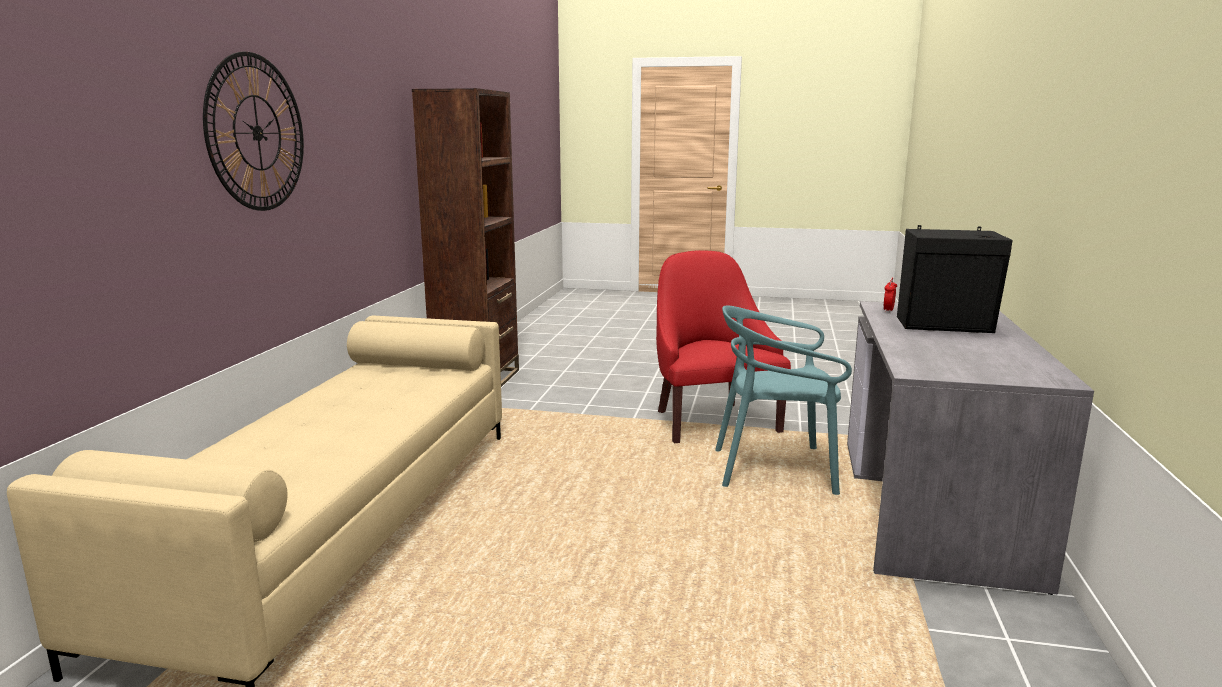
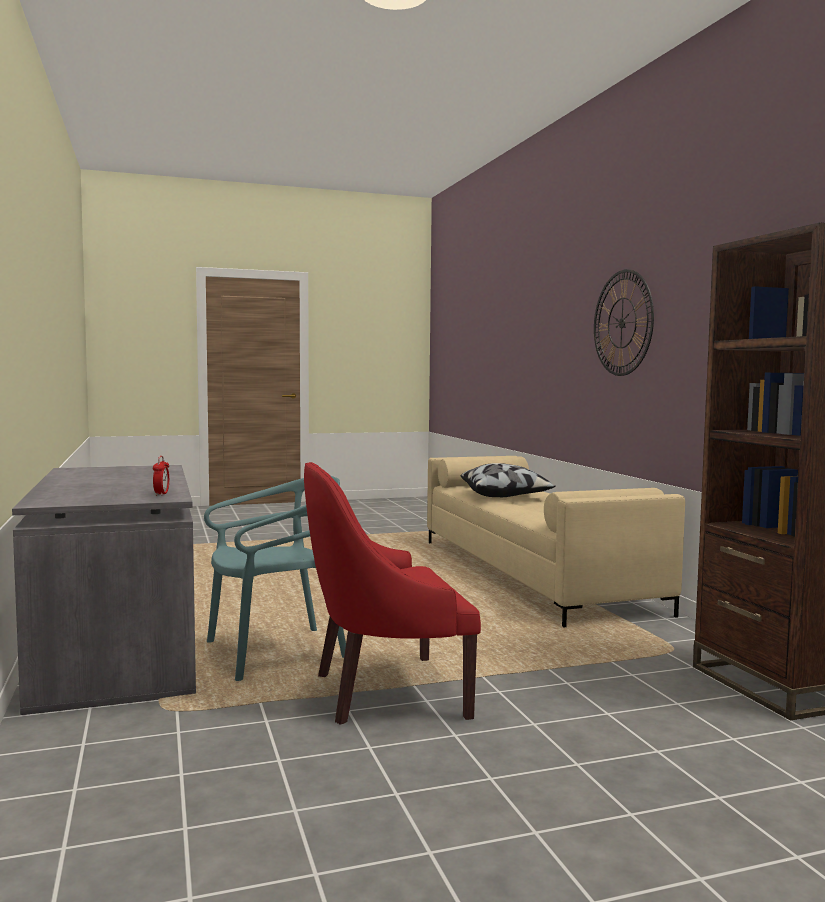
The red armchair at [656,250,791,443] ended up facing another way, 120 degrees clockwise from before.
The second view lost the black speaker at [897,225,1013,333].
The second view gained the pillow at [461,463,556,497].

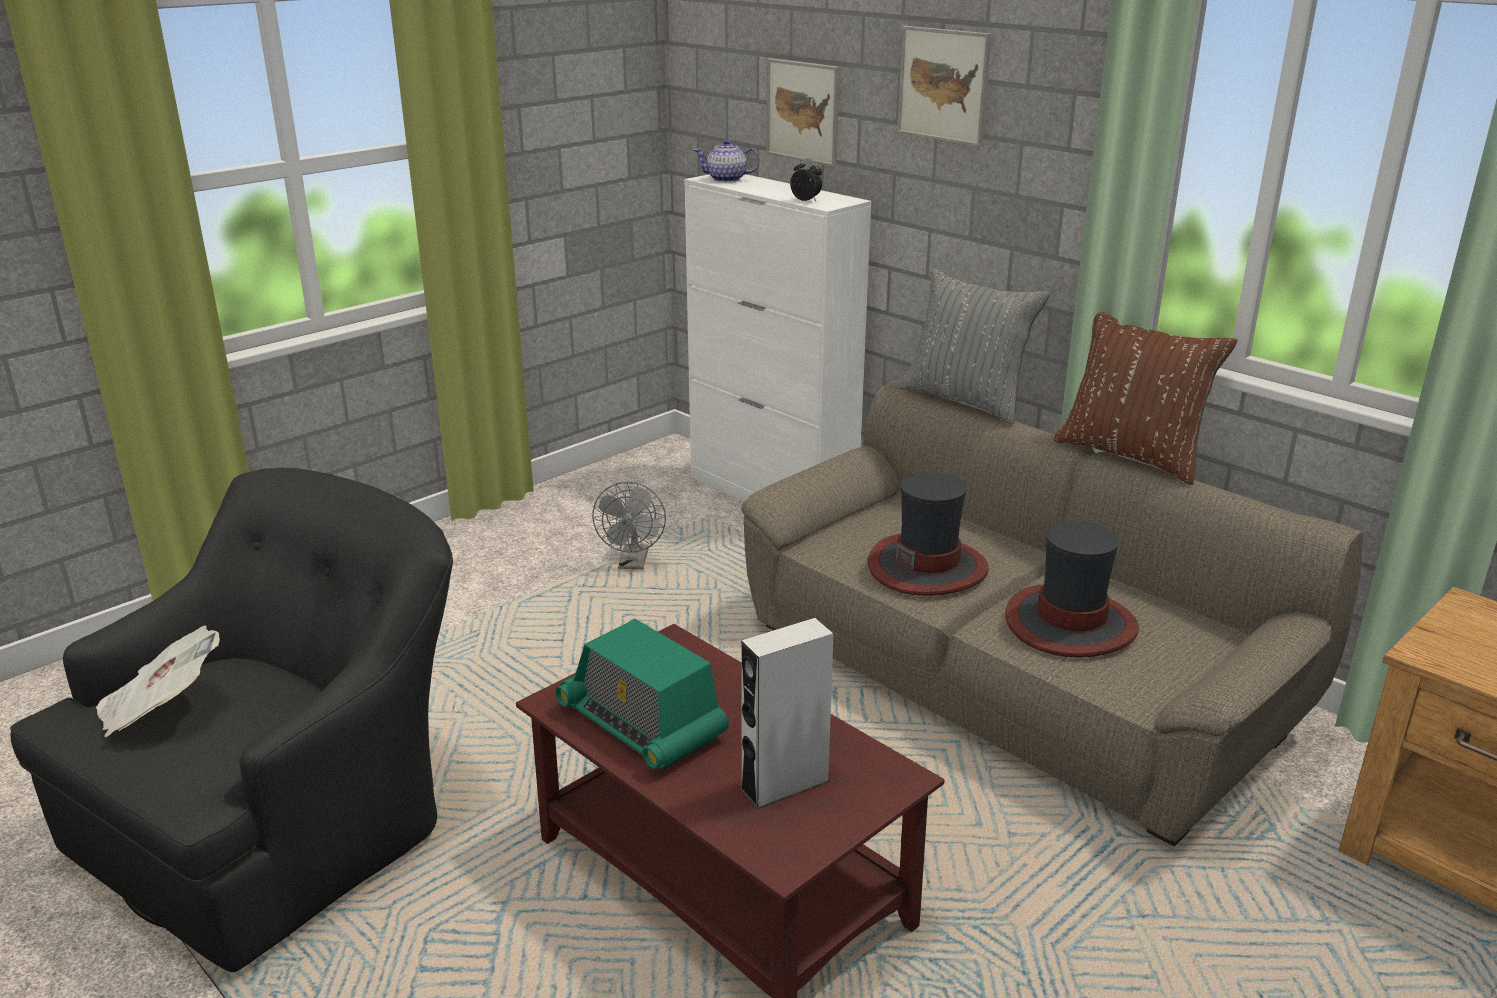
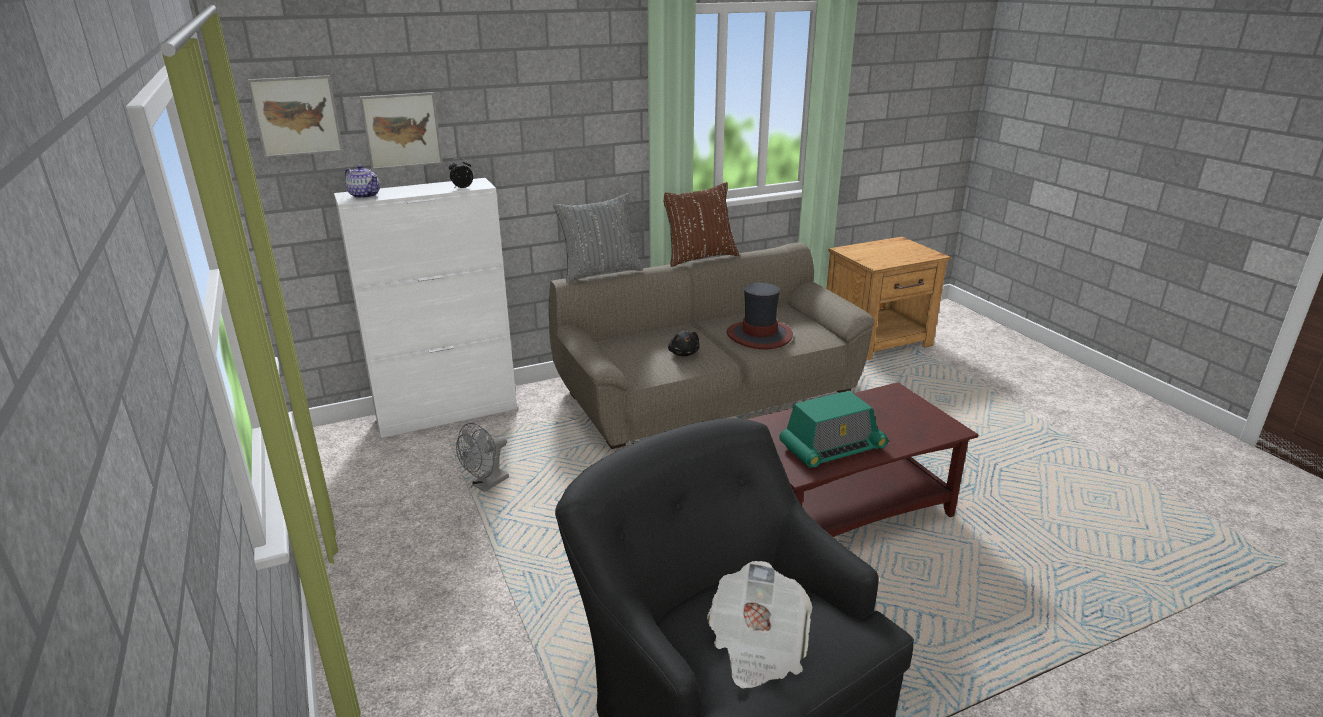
The grey fan at [592,482,666,569] ended up facing another way, 105 degrees clockwise from before.
The teapot at [694,140,760,182] ended up facing another way, 75 degrees counterclockwise from before.
The second view lost the grey speaker at [740,618,834,809].
Where the hat stood at [868,472,989,596], the black plush toy came to stand at [668,331,700,357].
The picture ended up elsewhere, having gone from [897,26,991,146] to [247,75,343,158].

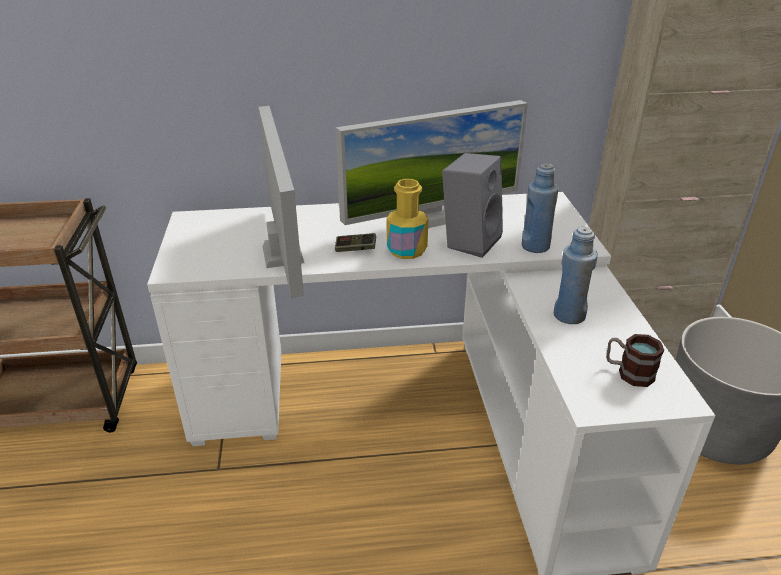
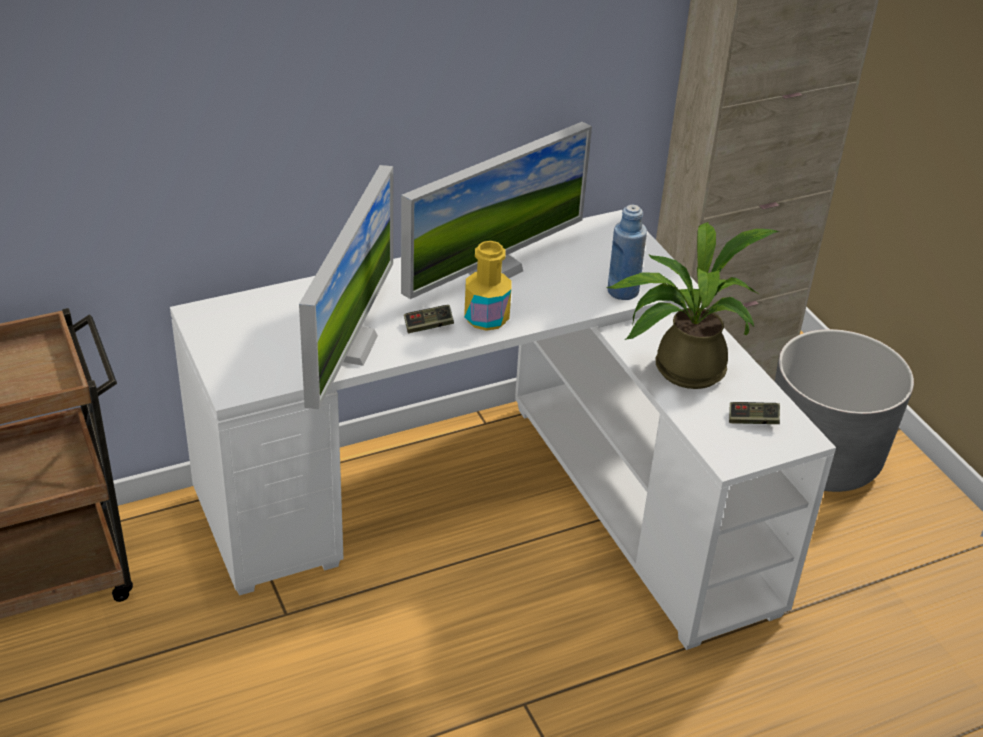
The monitor at [258,106,304,299] ended up facing another way, 45 degrees clockwise from before.
The second view lost the grey speaker at [442,153,503,258].
Where the blue bottle stood at [554,227,598,324], the potted plant came to stand at [605,222,779,389].
Where the mug stood at [606,334,664,387], the game controller came to stand at [729,402,780,424].

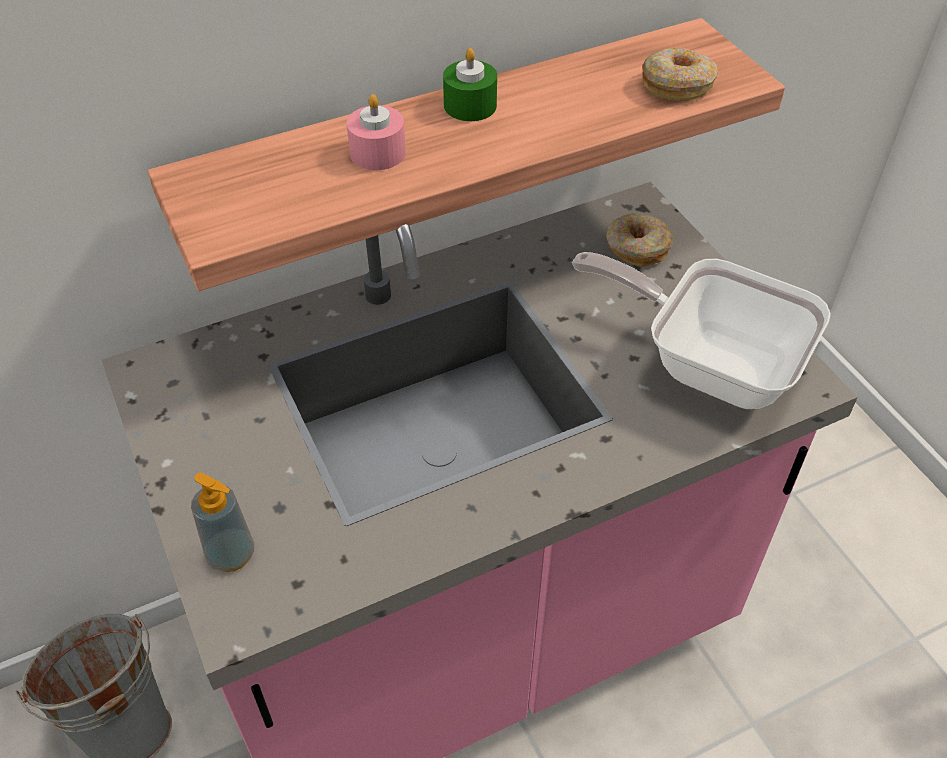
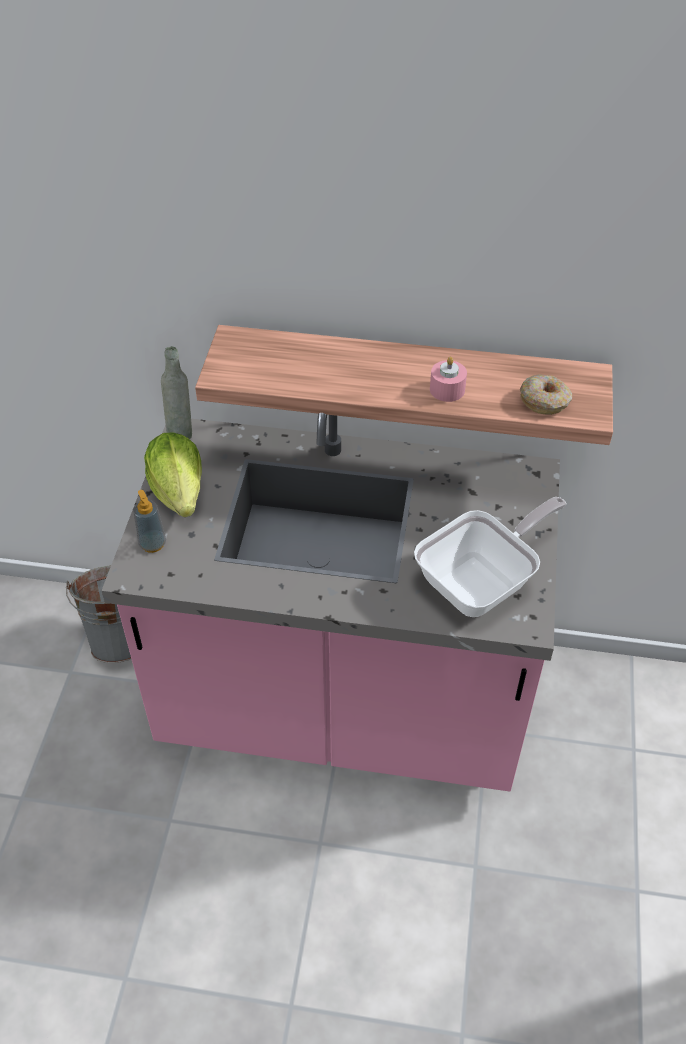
The pink candle ended up elsewhere, having gone from [347,94,406,170] to [430,357,467,402].
The second view lost the green candle at [443,48,497,121].
The frying pan at [572,252,831,409] ended up facing another way, 75 degrees clockwise from before.
The second view lost the donut at [606,213,674,267].
The second view gained the lettuce at [144,433,202,517].
The second view gained the grey bottle at [161,346,192,439].

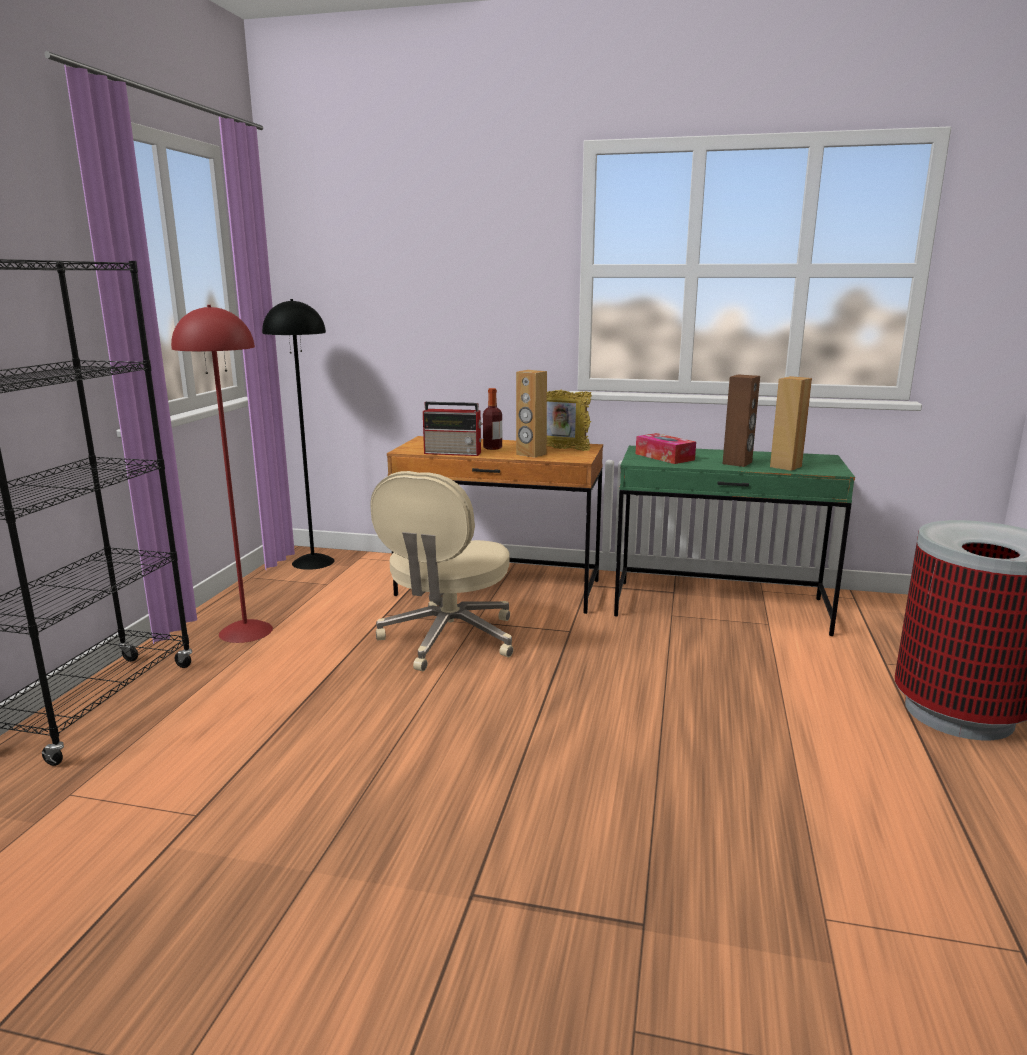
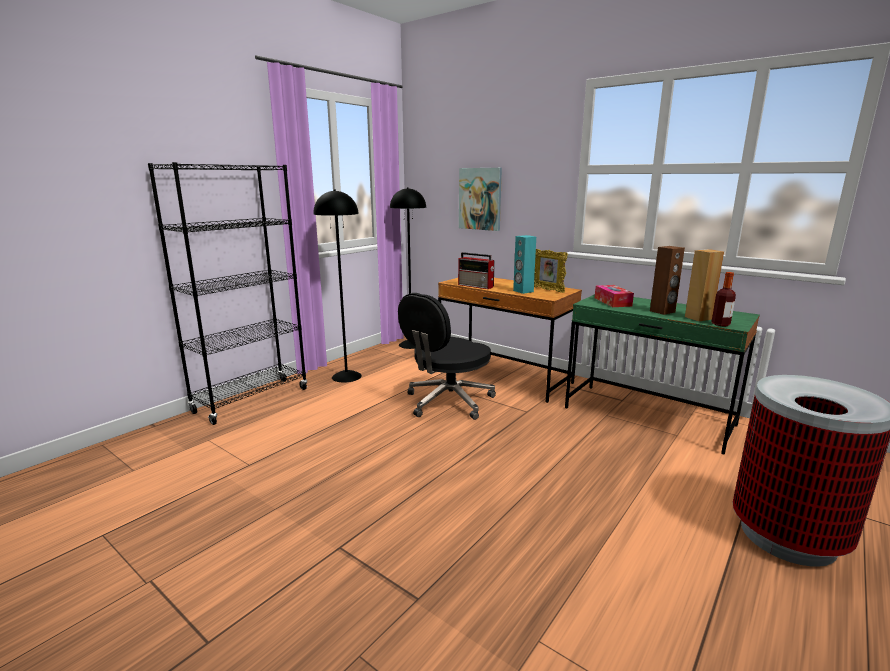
What was the red floor lamp at [171,305,273,643] turned into the black floor lamp at [313,190,362,382].
What was the beige office chair at [370,471,514,671] turned into the black office chair at [398,293,496,420].
The bottle ended up elsewhere, having gone from [483,388,502,450] to [712,272,736,326].
What was the brown speaker at [516,370,547,457] turned into the turquoise speaker at [513,235,536,294].
The second view gained the picture at [459,168,502,231].

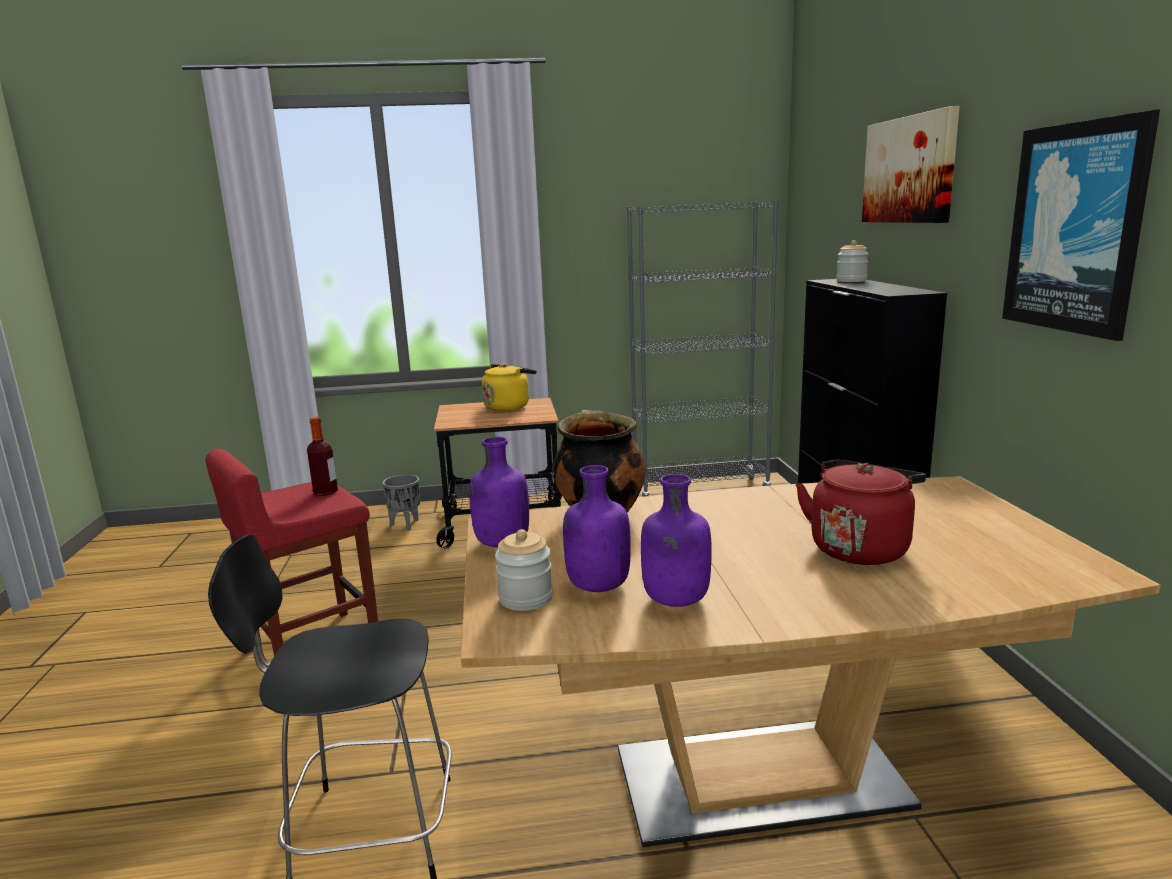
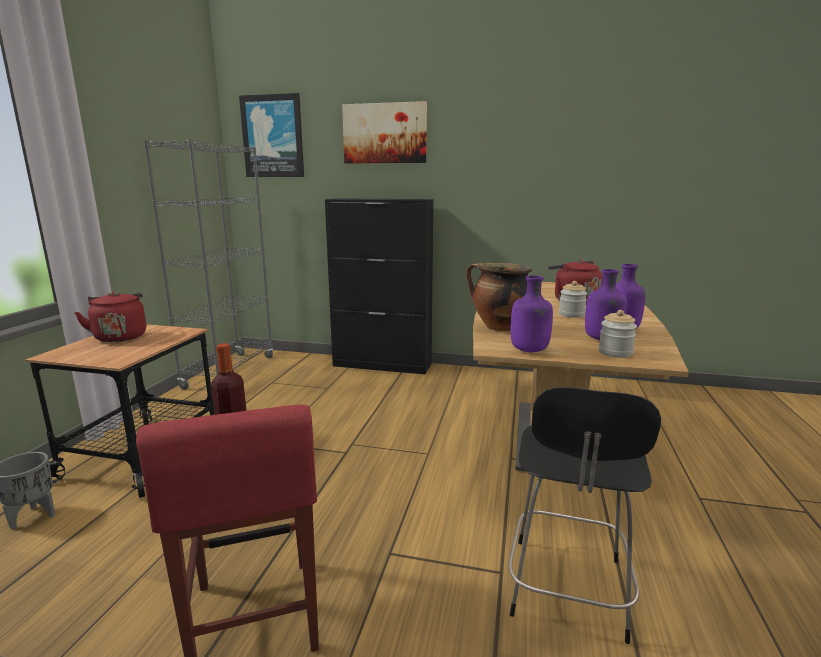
What was the yellow kettle at [482,364,536,411] turned into the red kettle at [74,292,146,342].
The jar ended up elsewhere, having gone from [836,240,869,282] to [559,281,587,318].
The picture ended up elsewhere, having gone from [1002,110,1160,341] to [239,93,304,177].

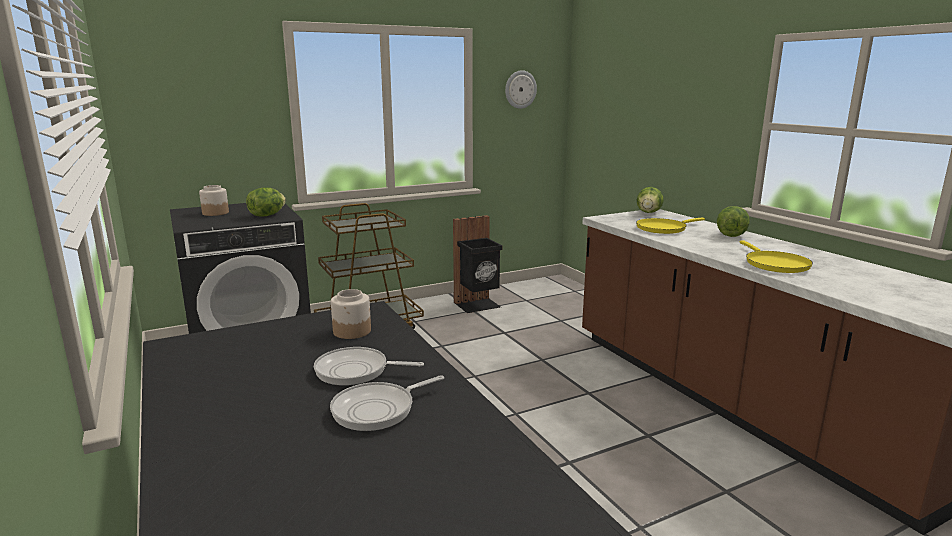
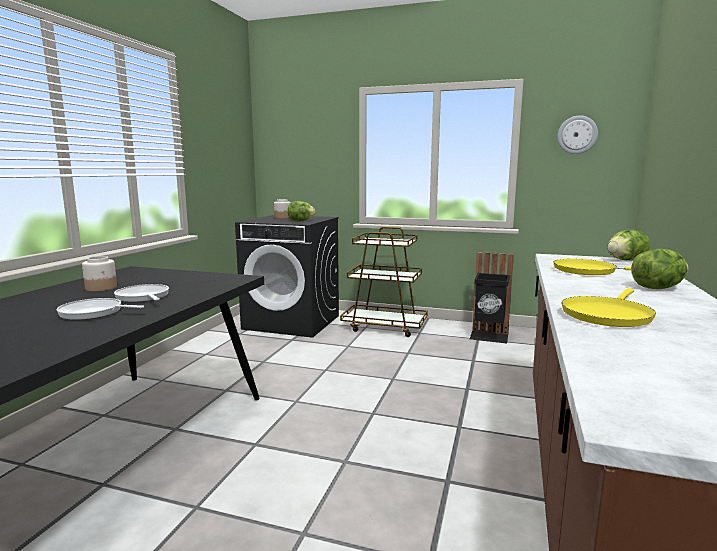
The jar ended up elsewhere, having gone from [331,289,371,339] to [82,256,117,292].

